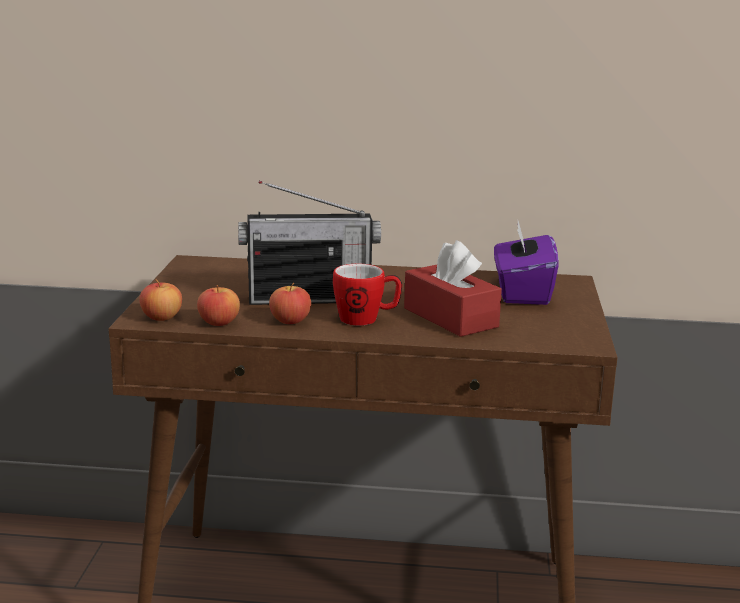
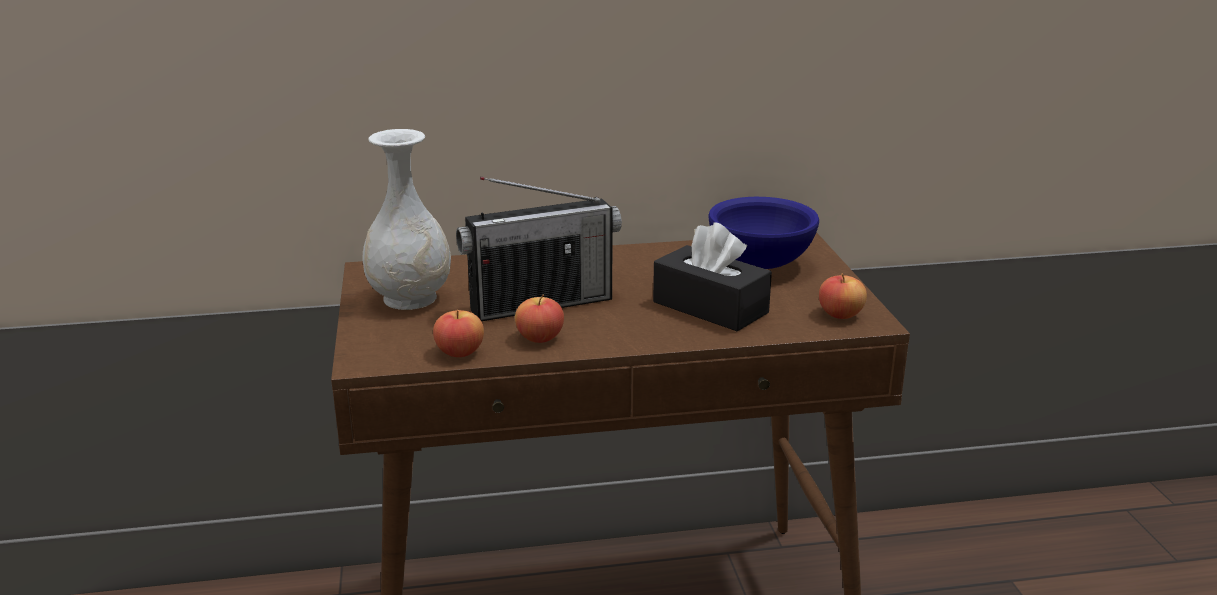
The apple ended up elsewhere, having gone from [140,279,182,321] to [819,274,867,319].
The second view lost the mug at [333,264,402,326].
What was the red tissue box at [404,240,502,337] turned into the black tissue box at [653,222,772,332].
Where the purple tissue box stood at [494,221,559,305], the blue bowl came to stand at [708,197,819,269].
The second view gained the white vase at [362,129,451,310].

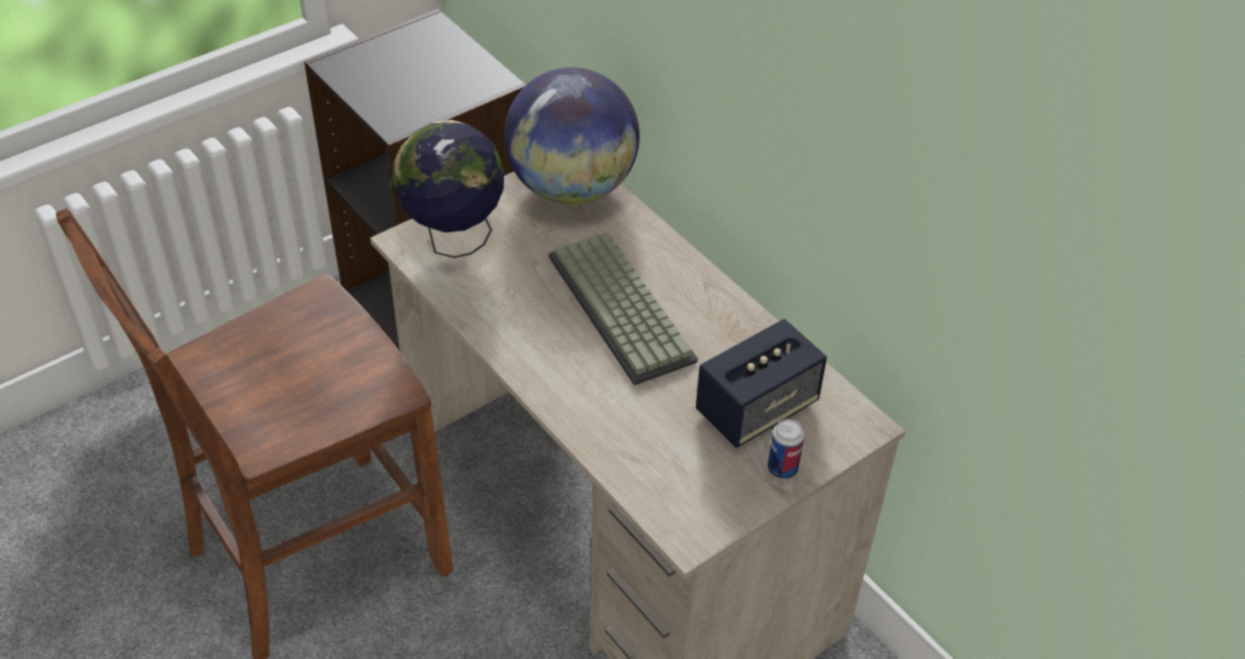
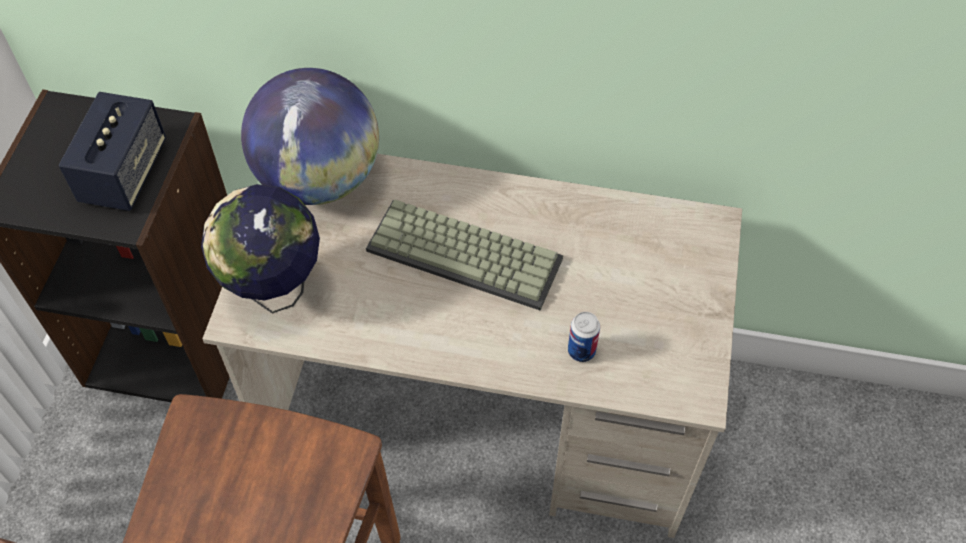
The speaker ended up elsewhere, having gone from [696,319,827,448] to [59,92,166,211].
The can ended up elsewhere, having gone from [768,419,804,479] to [568,312,600,362].

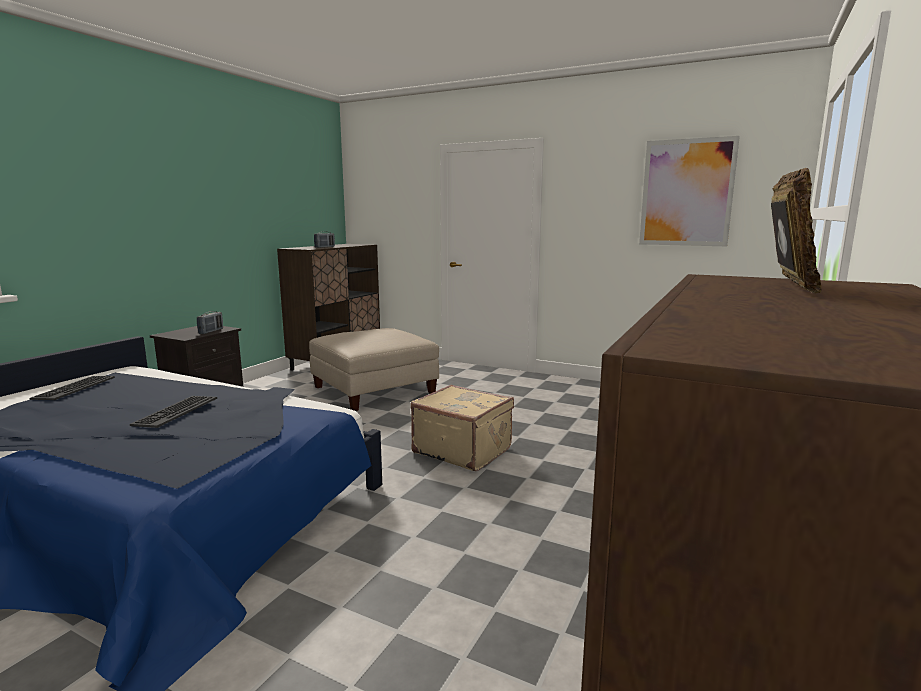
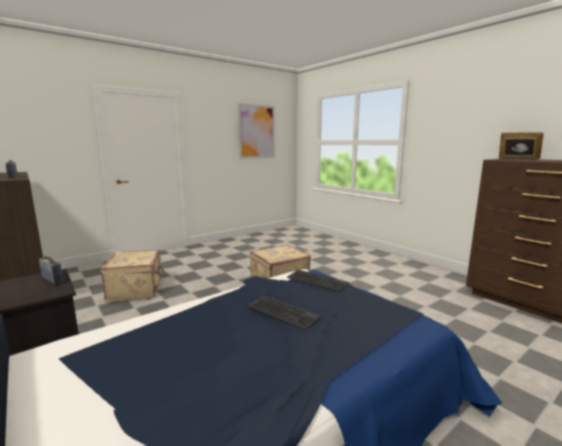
The keyboard ended up elsewhere, having gone from [30,376,115,400] to [287,270,349,292].
Where the beige ottoman stood at [309,328,439,411], the beige suitcase came to stand at [100,250,164,302].

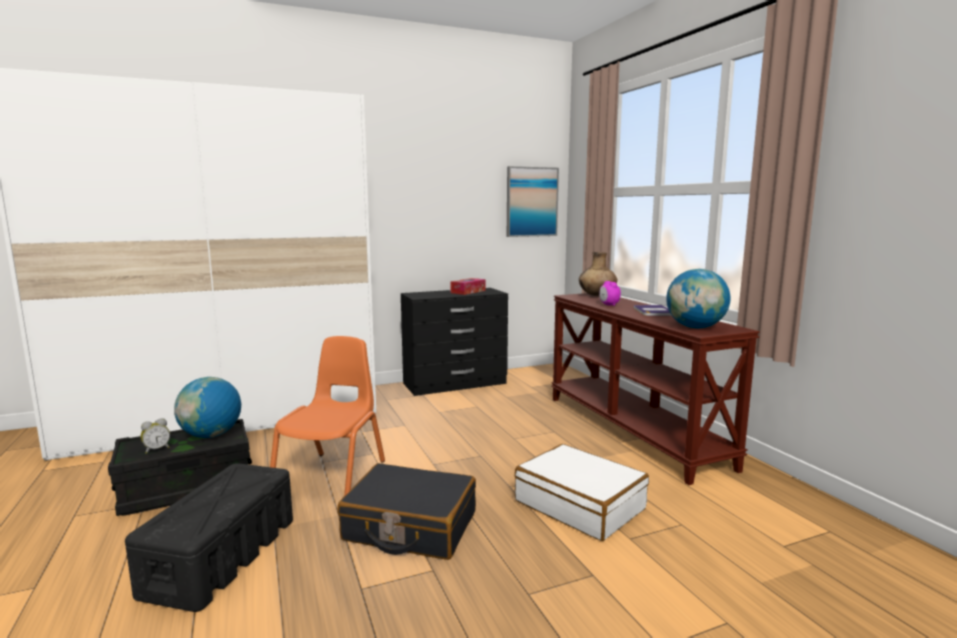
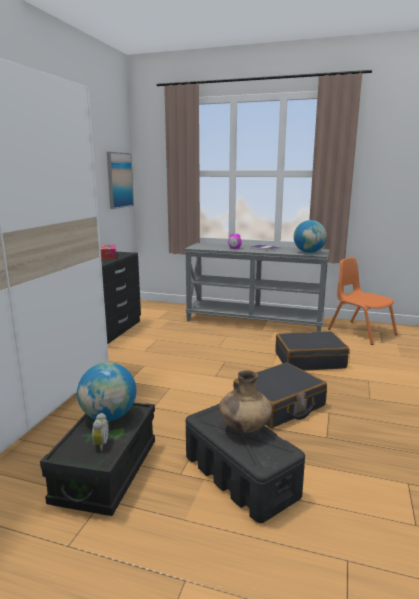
The orange chair ended up elsewhere, having gone from [270,336,385,496] to [328,257,398,345].
What was the white suitcase at [515,444,649,541] turned into the black suitcase at [275,331,349,371].
What was the brown console table at [551,293,760,485] turned into the grey console table at [184,243,329,332].
The brown vase ended up elsewhere, having gone from [579,252,617,296] to [219,370,272,433].

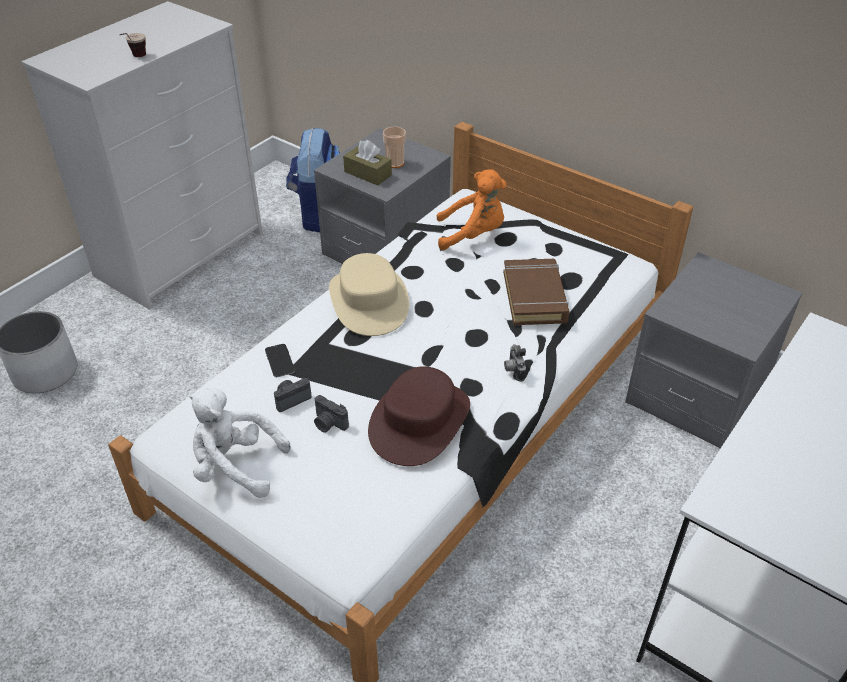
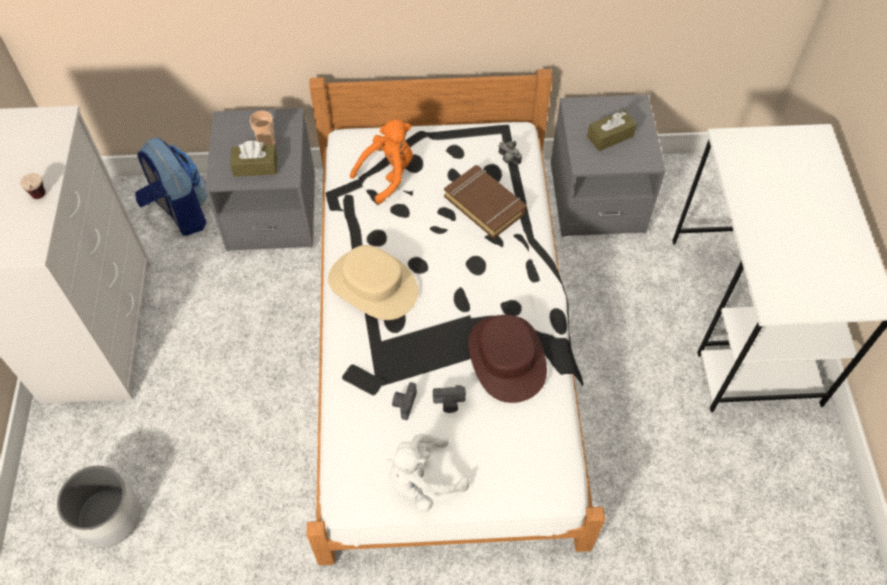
The photo camera ended up elsewhere, having gone from [504,344,526,381] to [498,141,522,164].
The second view gained the brown tissue box at [587,110,637,151].

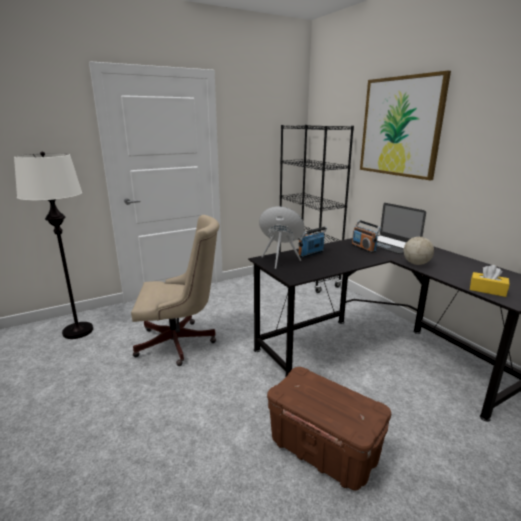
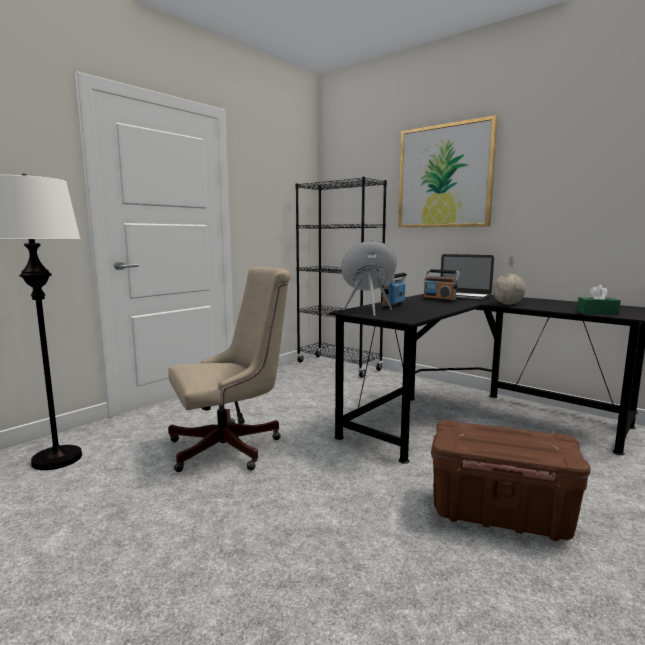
What was the yellow tissue box at [470,265,510,297] turned into the green tissue box at [577,285,621,315].

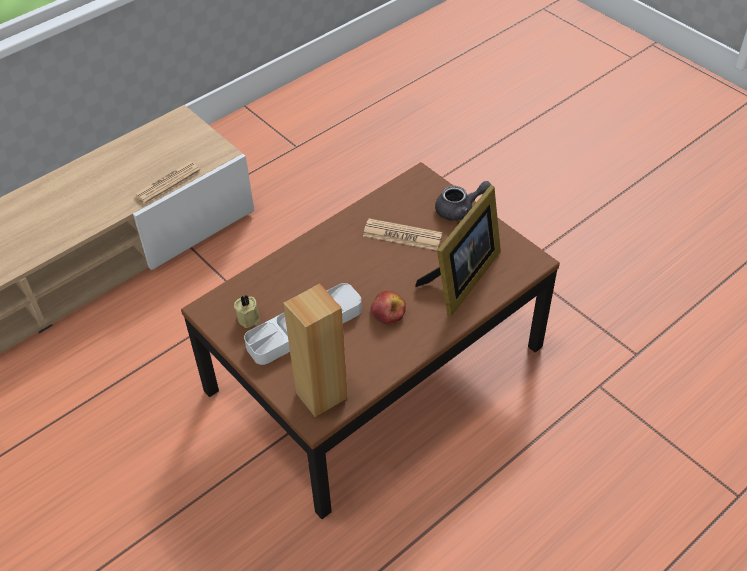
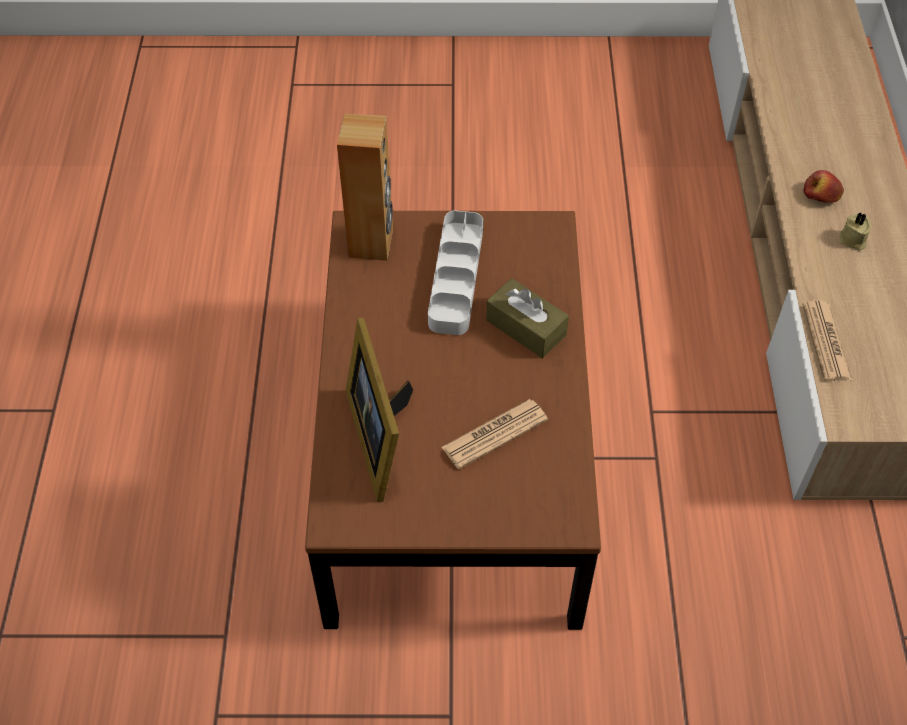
The beige candle ended up elsewhere, having gone from [234,294,260,328] to [839,212,871,251].
The apple ended up elsewhere, having gone from [370,291,406,324] to [803,170,844,203].
The second view lost the grey teapot at [435,181,491,221].
The second view gained the brown tissue box at [486,278,569,358].

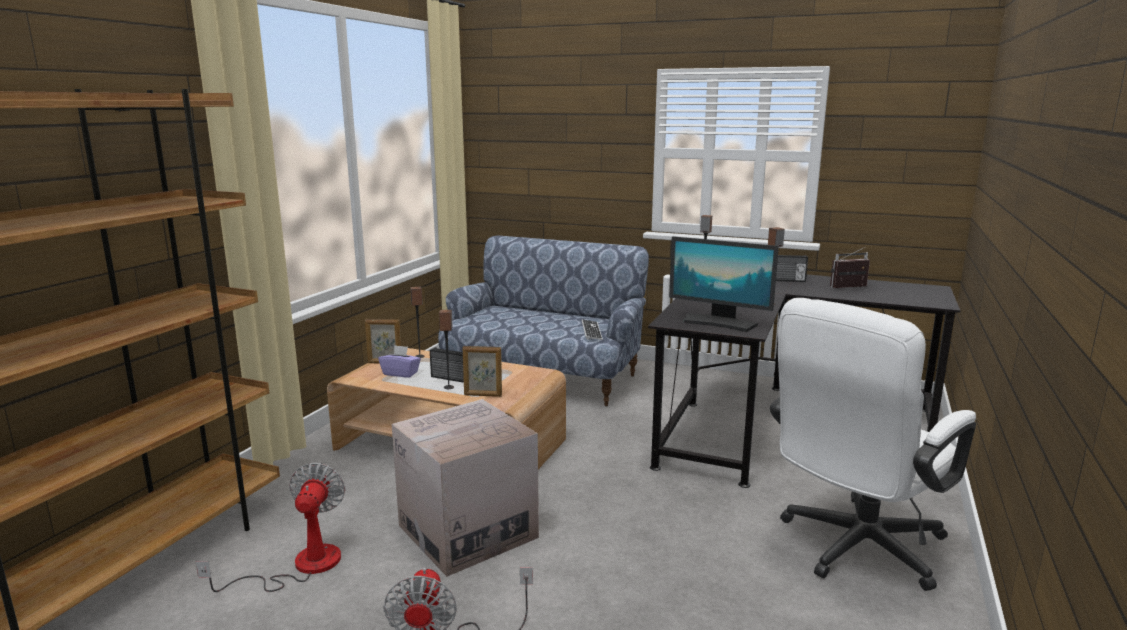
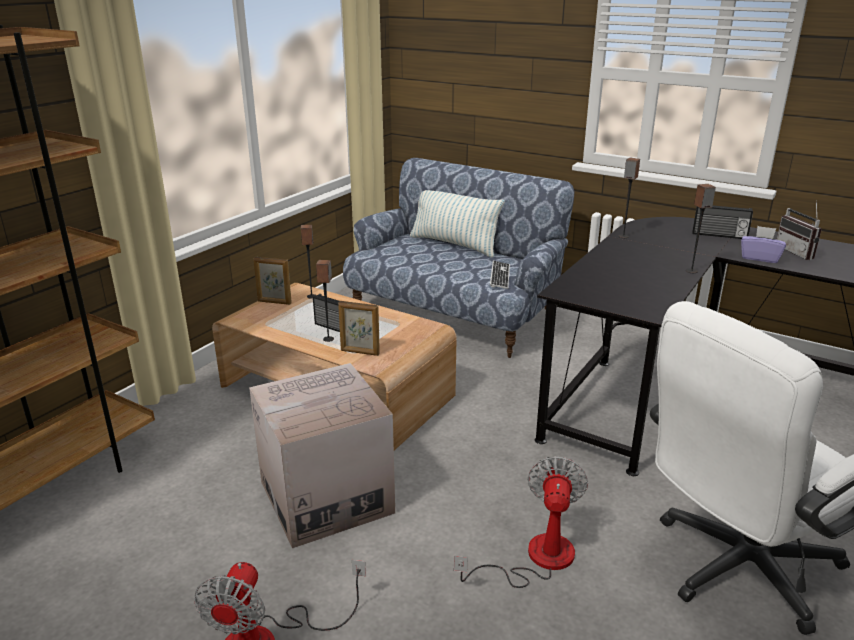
The fan ended up elsewhere, having gone from [195,463,346,592] to [454,456,588,588].
The purple tissue box ended up elsewhere, having gone from [378,345,421,378] to [741,226,786,263].
The second view lost the monitor at [669,236,779,332].
The radio at [830,247,870,289] ended up facing another way, 105 degrees counterclockwise from before.
The second view gained the pillow at [410,190,505,257].

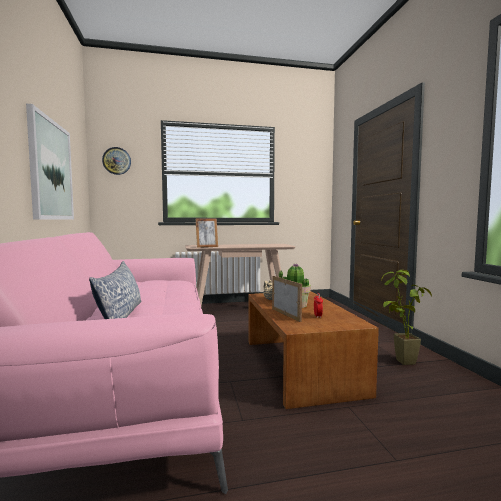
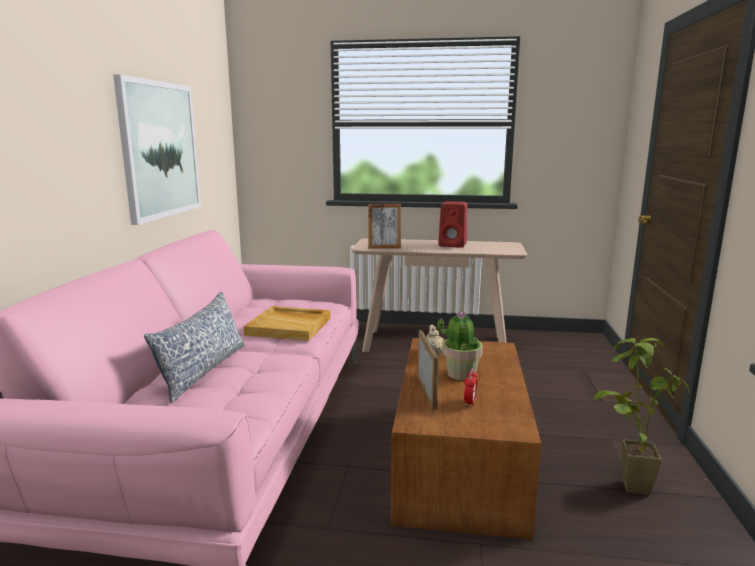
The second view lost the wall clock at [102,147,131,175].
The second view gained the beige tray at [244,306,331,341].
The second view gained the red speaker at [439,201,467,248].

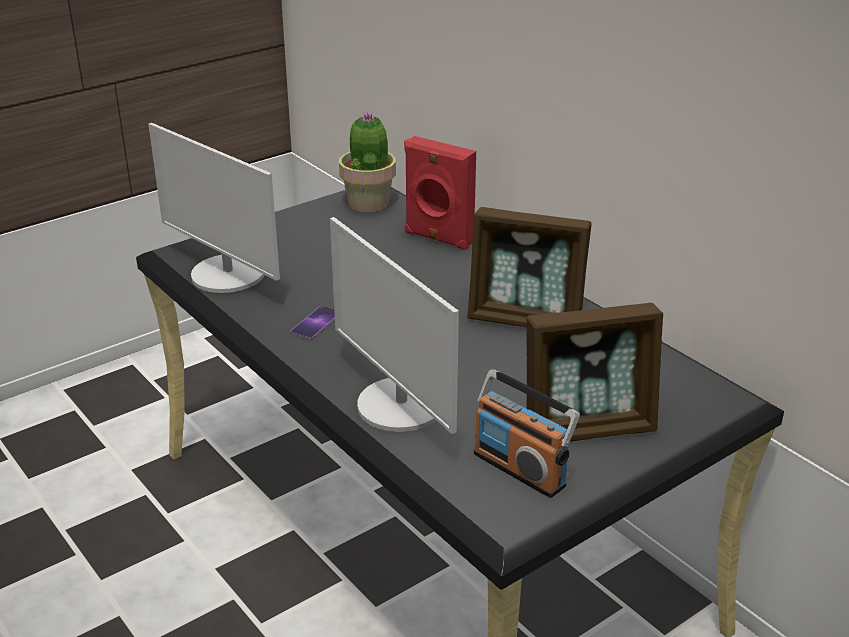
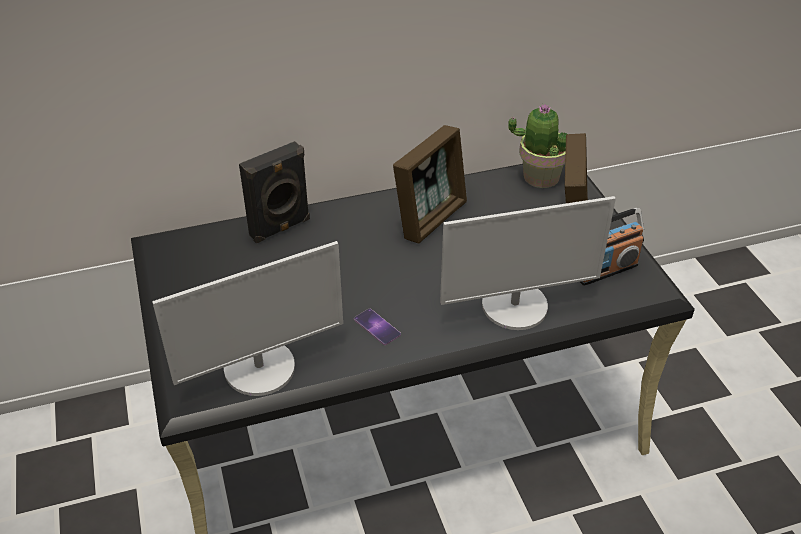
The potted plant ended up elsewhere, having gone from [339,111,396,212] to [508,104,567,188].
What was the red speaker at [404,136,476,250] turned into the black speaker at [239,141,310,243].

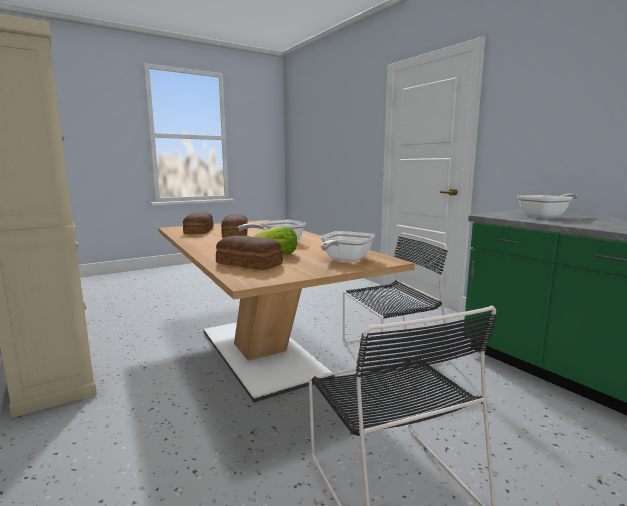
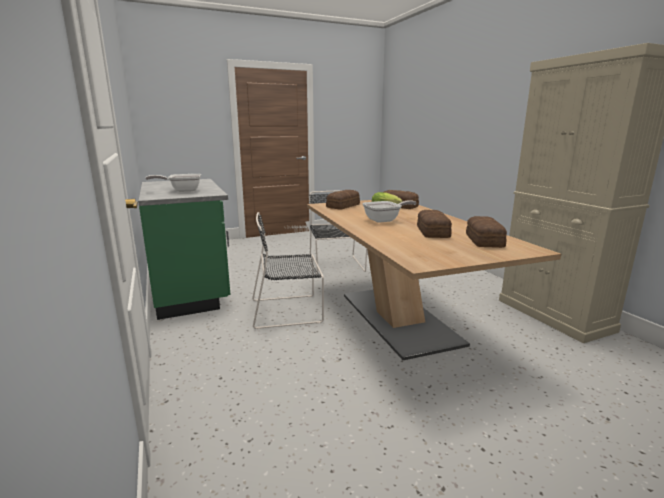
Where the frying pan stood at [320,231,375,262], the bread came to stand at [326,190,360,210].

